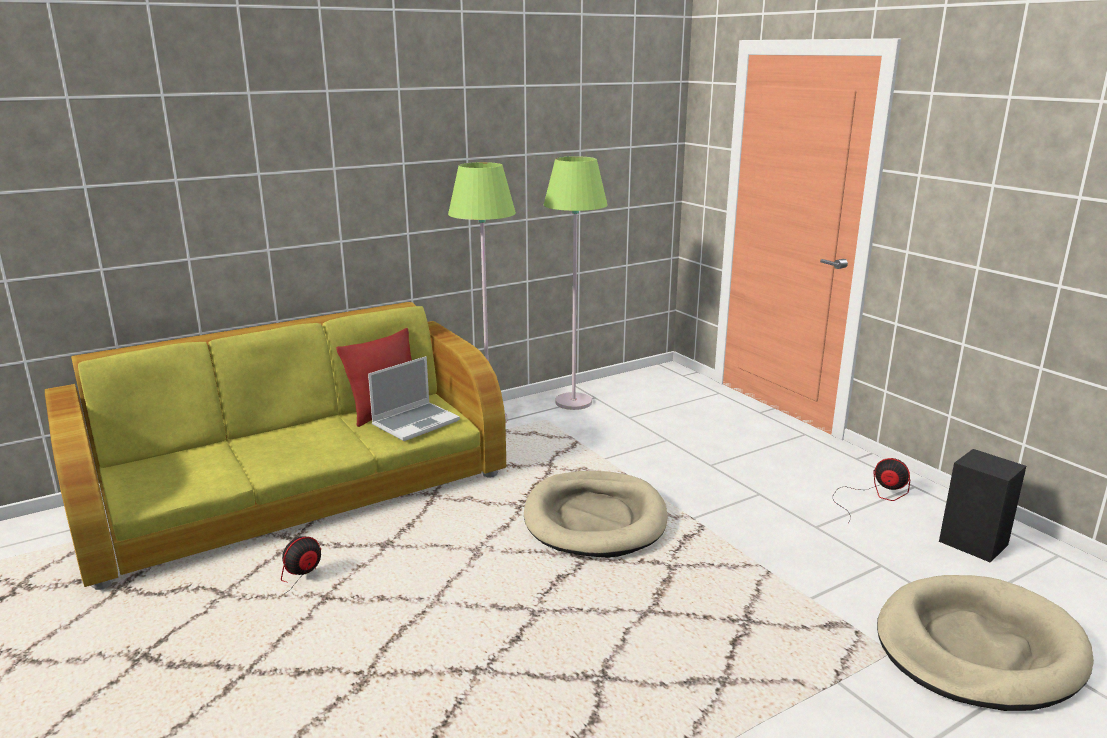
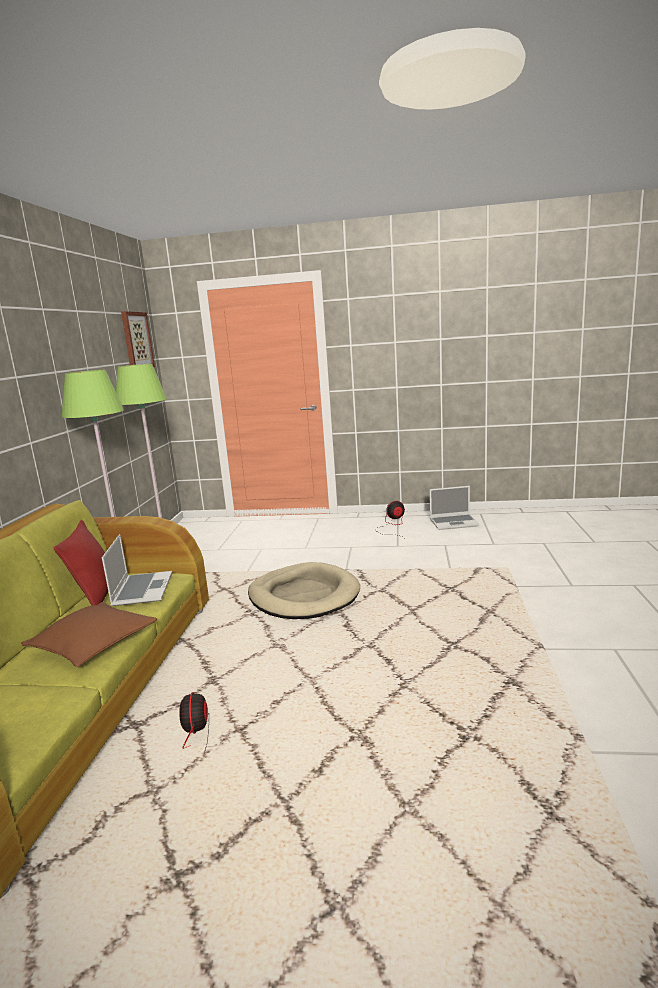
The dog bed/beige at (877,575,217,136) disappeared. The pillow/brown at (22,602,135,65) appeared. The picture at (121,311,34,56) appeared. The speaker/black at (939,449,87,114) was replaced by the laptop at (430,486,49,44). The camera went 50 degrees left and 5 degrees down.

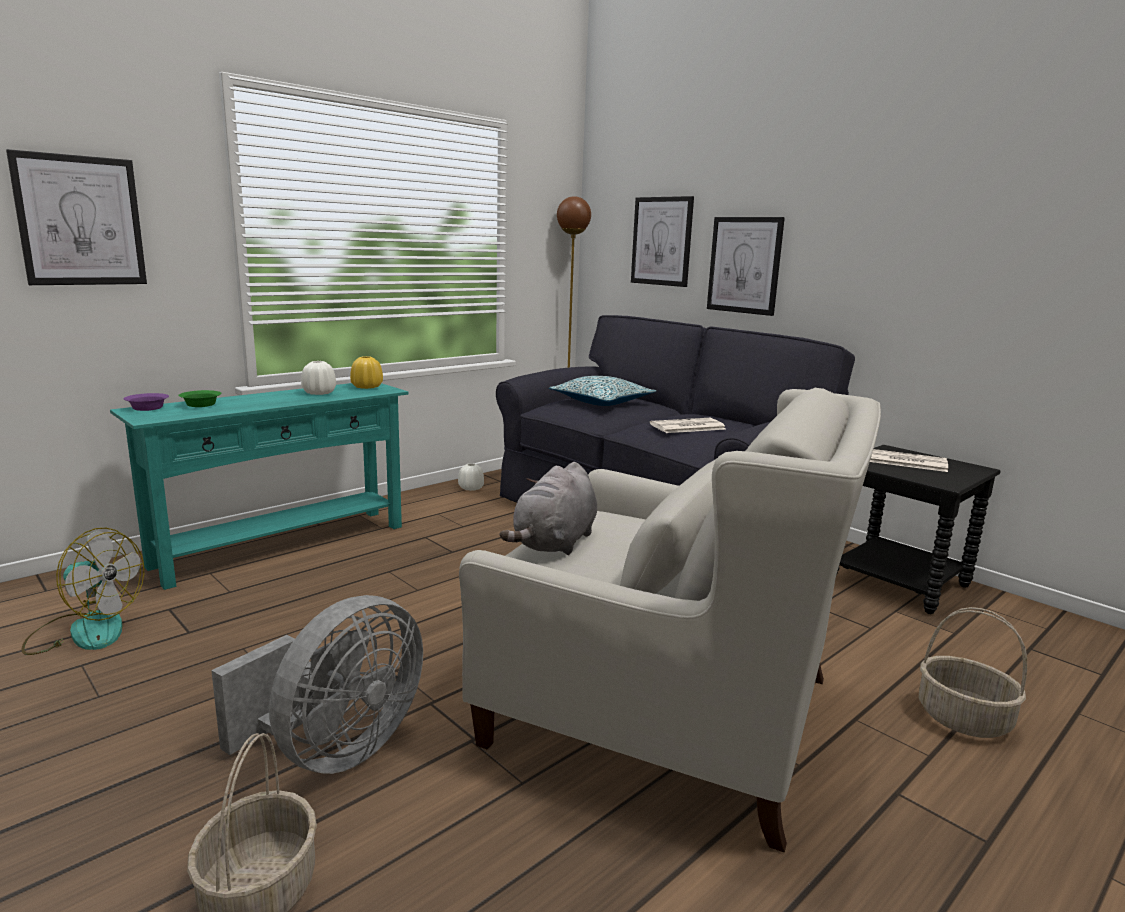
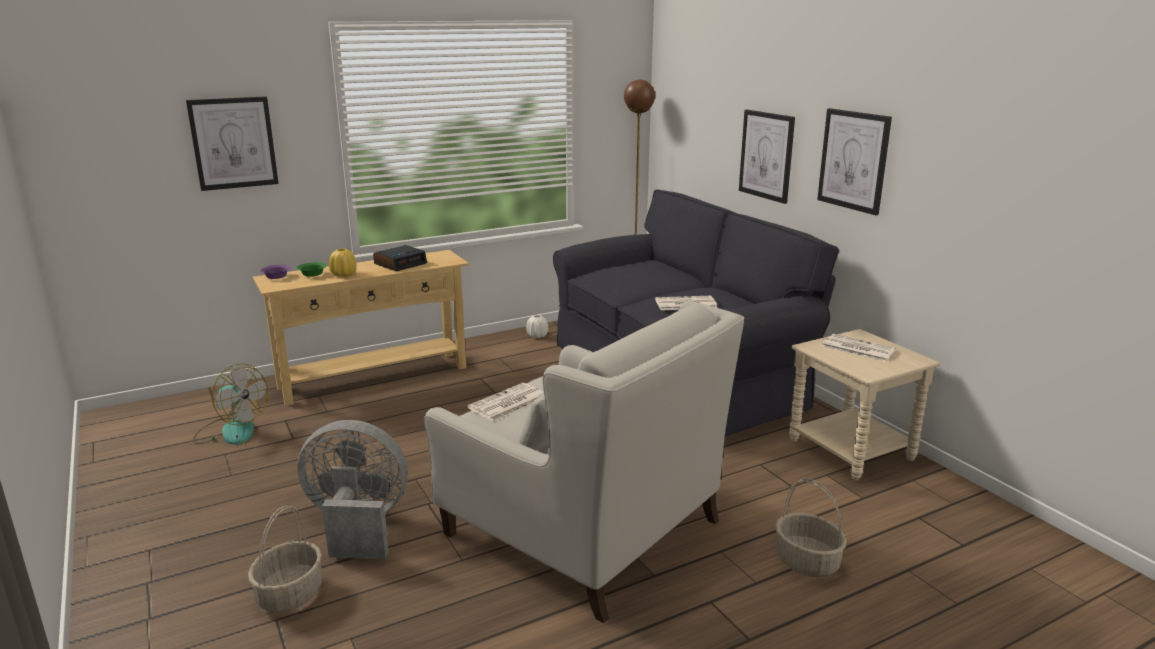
The pillow at (549,376,107,30) disappeared. The vase/yellow moved from (350,356,33,33) to (329,249,28,28). The picture moved from (631,196,63,91) to (817,108,75,107). The vase/white at (301,361,35,34) was replaced by the alarm clock at (373,245,54,26). The plush toy/grey at (500,462,97,93) was replaced by the newspaper at (467,383,77,39). The console table/turquoise at (110,383,299,207) became the console table/beige at (253,250,216,156). The side table/black at (837,445,163,169) became the side table/beige at (789,329,151,152). The fan/grey at (211,595,212,179) turned 135 degrees counterclockwise. The camera went 15 degrees right and 5 degrees up.

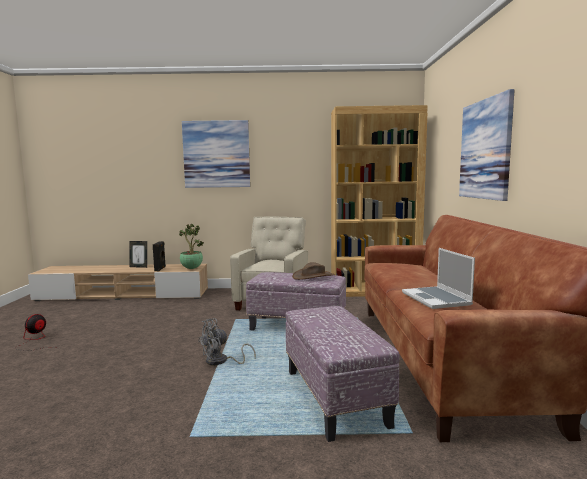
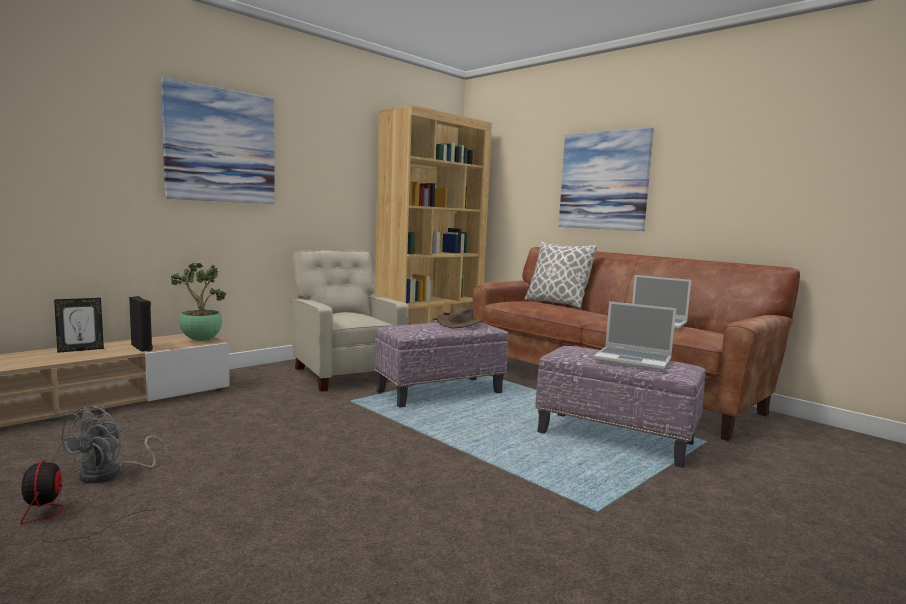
The pillow at (525,241,72,67) appeared. The laptop at (594,301,82,70) appeared. The fan/grey moved from (198,318,58,48) to (56,404,112,79). The camera went 45 degrees left and 0 degrees up.

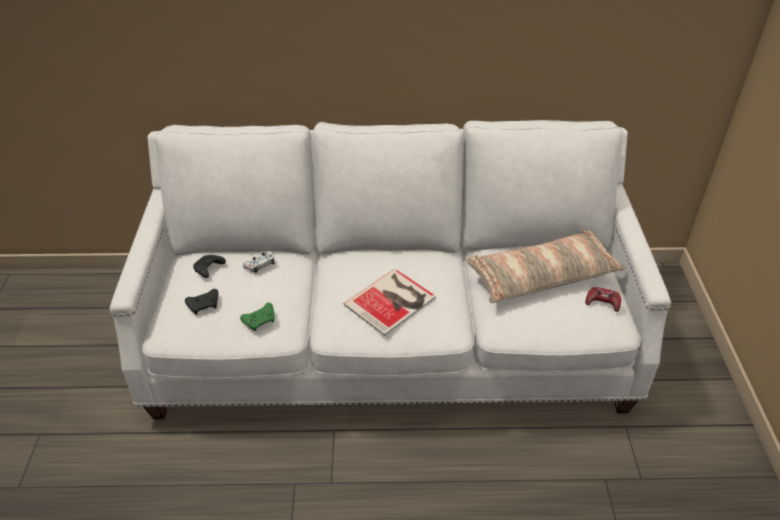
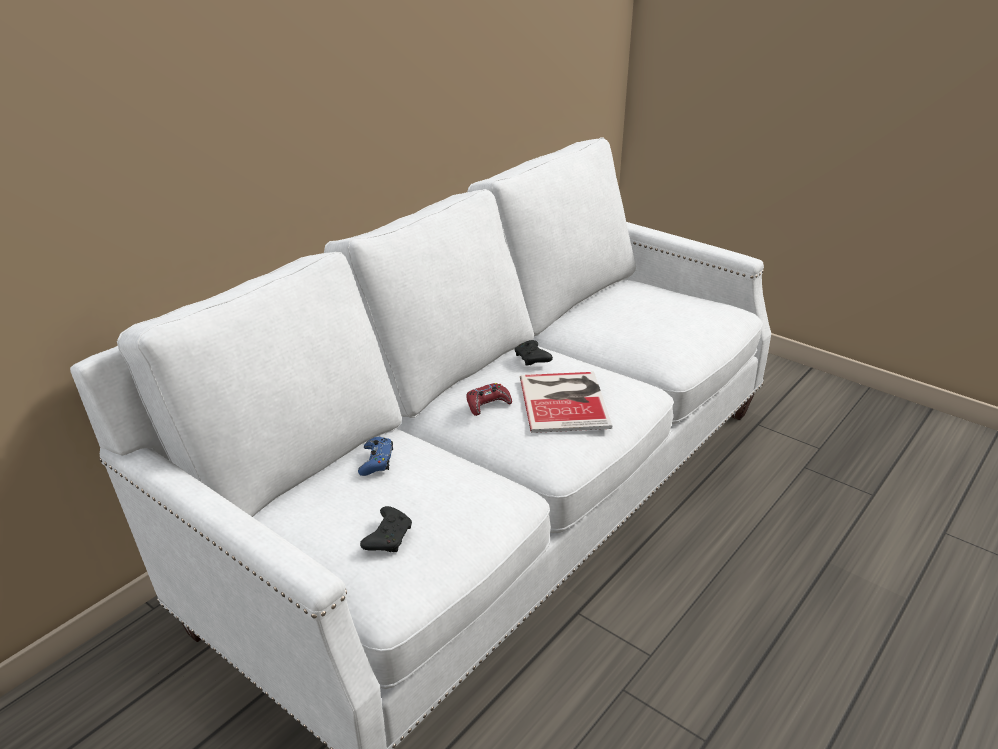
The game controller/green at (240,303,35,28) disappeared. The pillow at (467,230,159,73) disappeared. The game controller/black moved from (193,255,33,23) to (514,340,39,25). The game controller/red moved from (585,287,36,25) to (467,383,45,33). The game controller/white at (243,251,32,22) became the game controller/blue at (358,437,35,39). The camera went 50 degrees left and 10 degrees down.

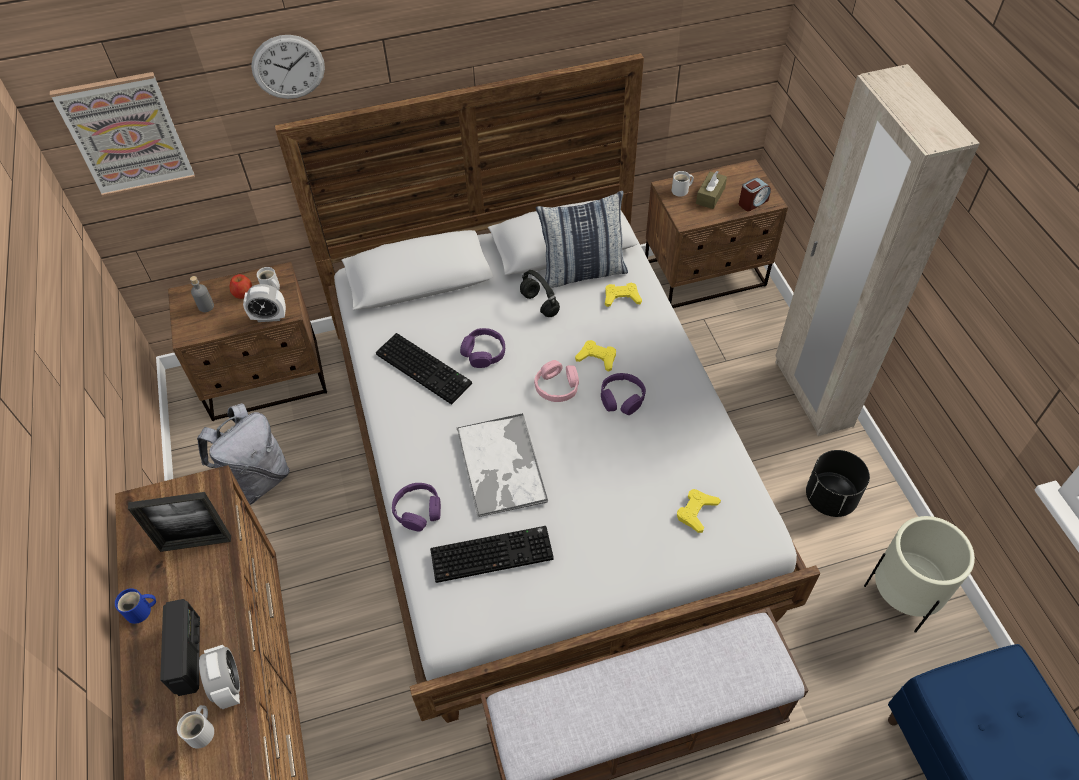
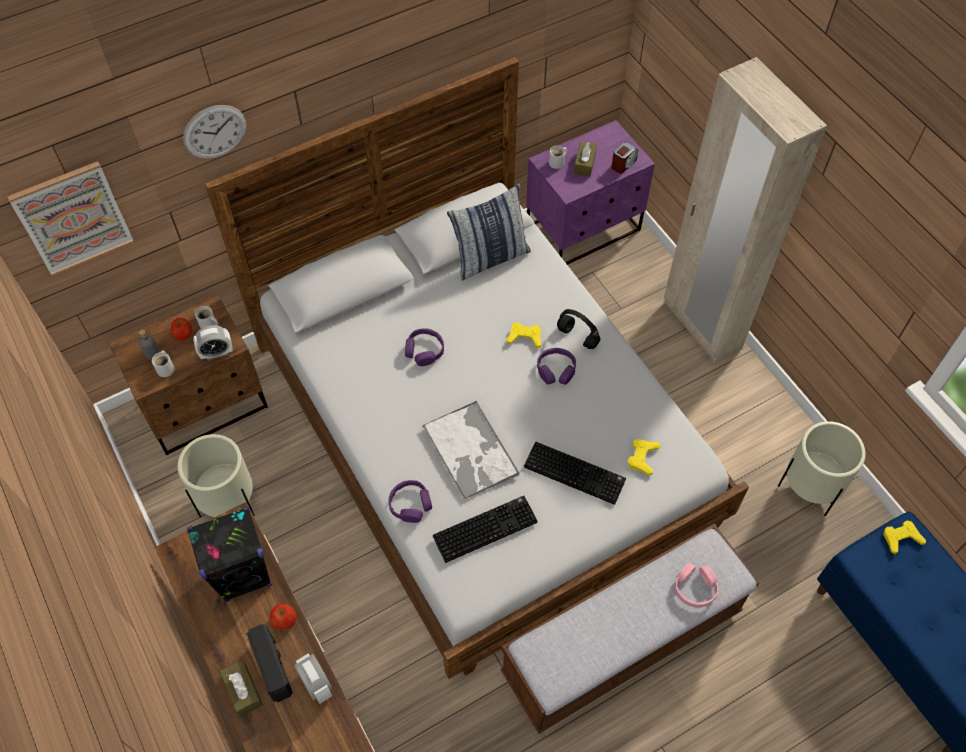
The mug/blue at (115,588,41,36) disappeared. The planter/black at (806,450,64,67) disappeared. The tissue box/brown at (220,660,43,57) appeared. The apple at (270,604,27,26) appeared. The mug/white moved from (177,705,37,44) to (152,350,22,27). The keyboard moved from (376,333,96,71) to (524,442,102,63). The headphones/black moved from (520,270,40,47) to (557,309,43,40). The headphones/pink moved from (534,360,45,42) to (675,563,43,44). The game controller/yellow moved from (605,283,37,24) to (883,521,43,33). The picture frame at (128,492,103,60) was replaced by the speaker/black at (187,507,85,95). The backpack/grey at (197,403,93,102) was replaced by the planter/beige at (177,434,78,83). The nightstand/brown at (645,159,143,149) became the nightstand/purple at (526,120,129,145). The camera went 15 degrees left and 5 degrees up.

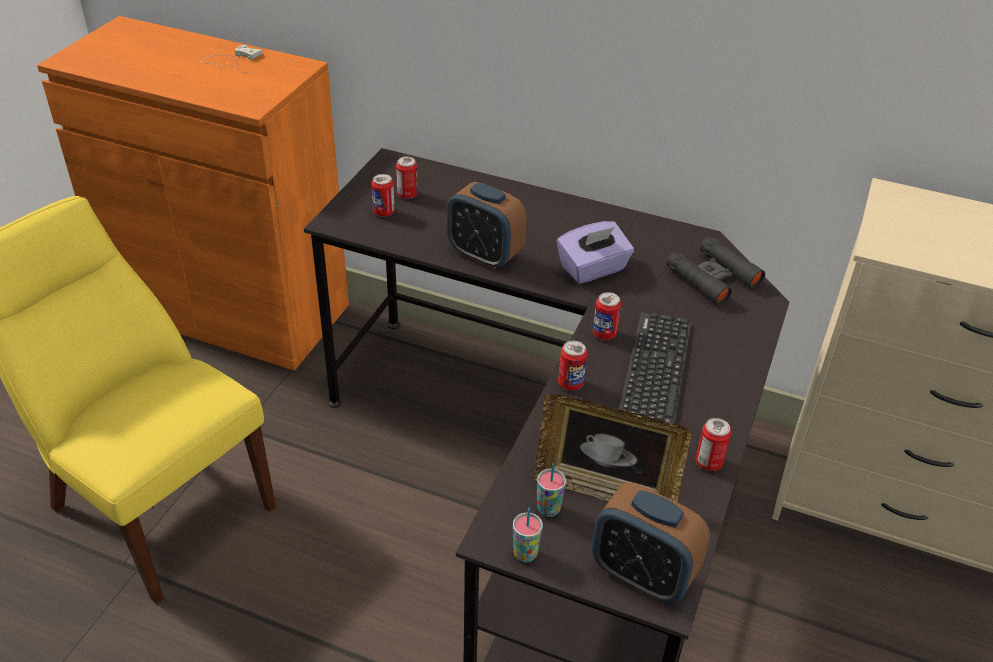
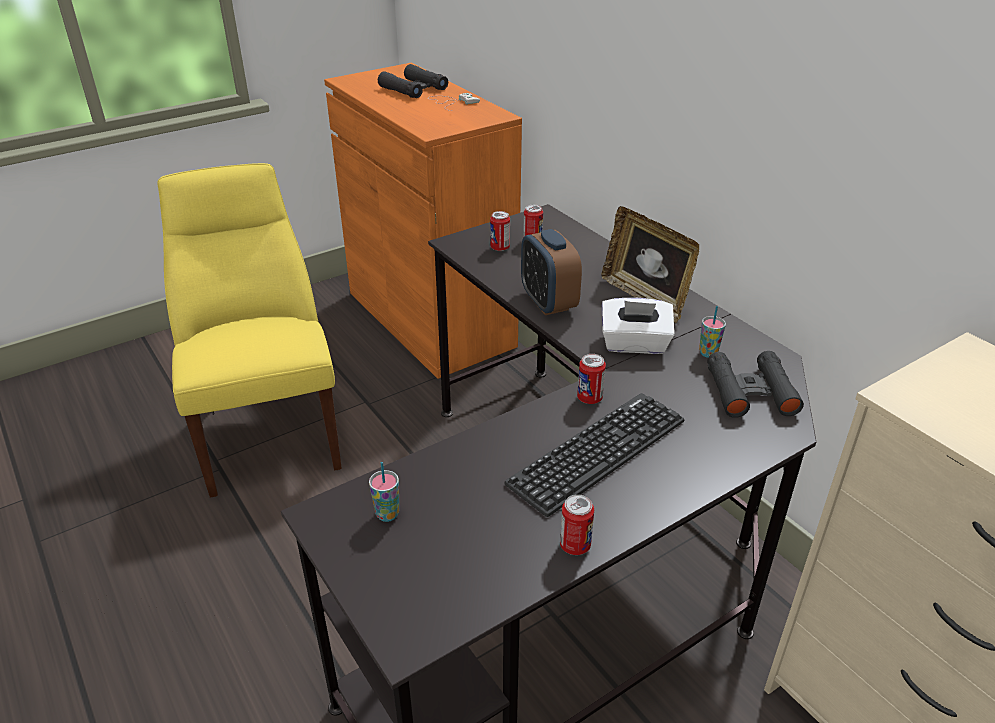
The can at (558,341,29,49) disappeared. The alarm clock at (592,483,118,120) disappeared. The binoculars/black at (378,64,70,34) appeared. The cup moved from (513,508,30,55) to (699,306,27,52). The picture frame moved from (534,394,157,108) to (602,206,97,117). The tissue box/purple at (557,221,77,63) became the tissue box/white at (602,298,73,56). The camera went 35 degrees right and 5 degrees down.

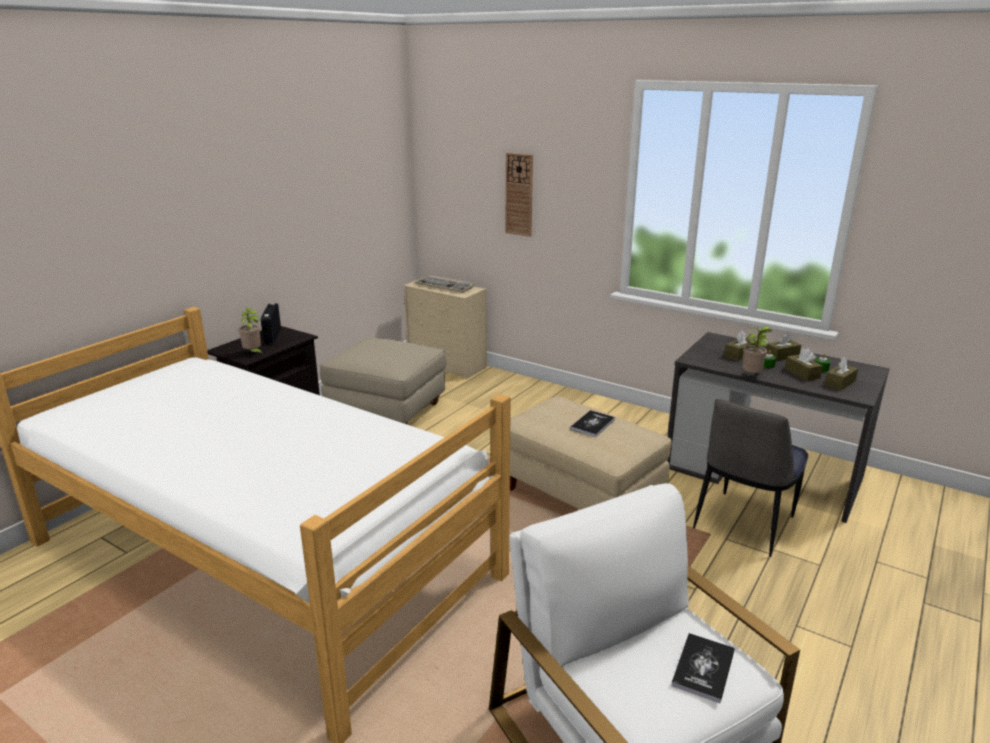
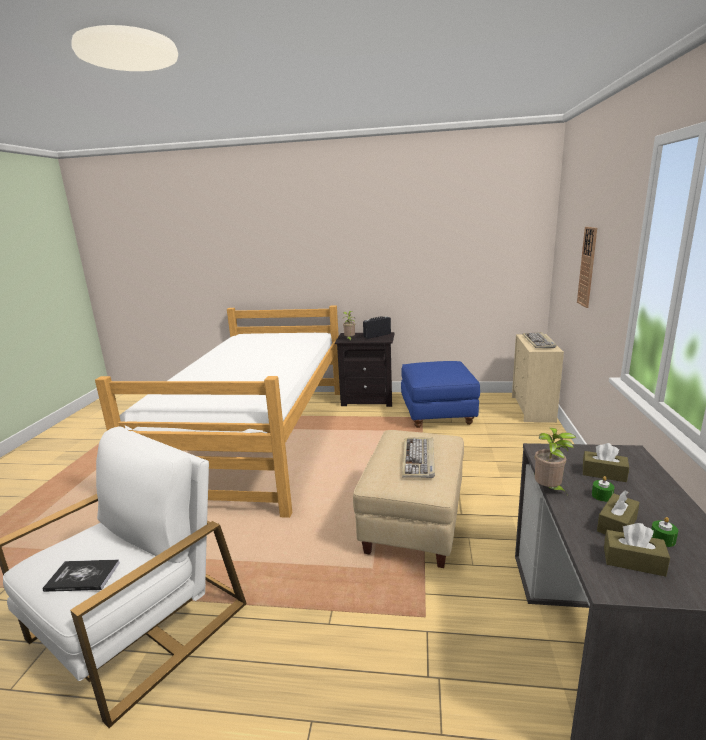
The chair at (693,399,115,158) disappeared. The tissue box/brown at (766,333,35,28) disappeared. The book at (570,410,45,27) was replaced by the keyboard at (402,438,33,40). The ottoman/beige at (320,337,126,87) became the ottoman/blue at (401,361,79,67). The camera went 65 degrees right and 5 degrees down.

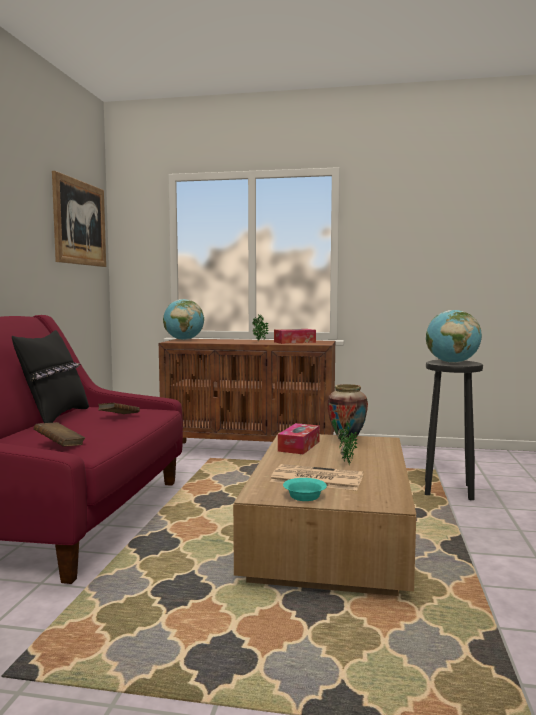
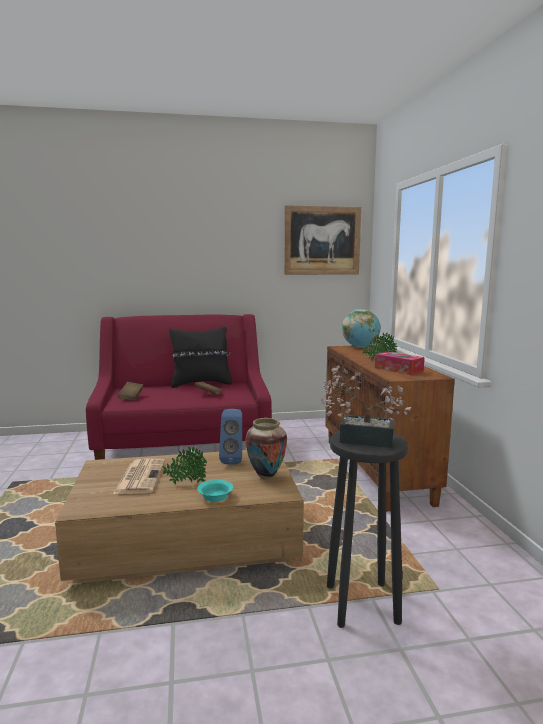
The bowl/turquoise moved from (283,478,44,23) to (197,480,36,22). The tissue box at (278,423,42,31) was replaced by the speaker/blue at (219,409,23,56). The globe at (426,310,56,53) was replaced by the potted plant at (321,365,90,83). The camera went 70 degrees right and 5 degrees up.

